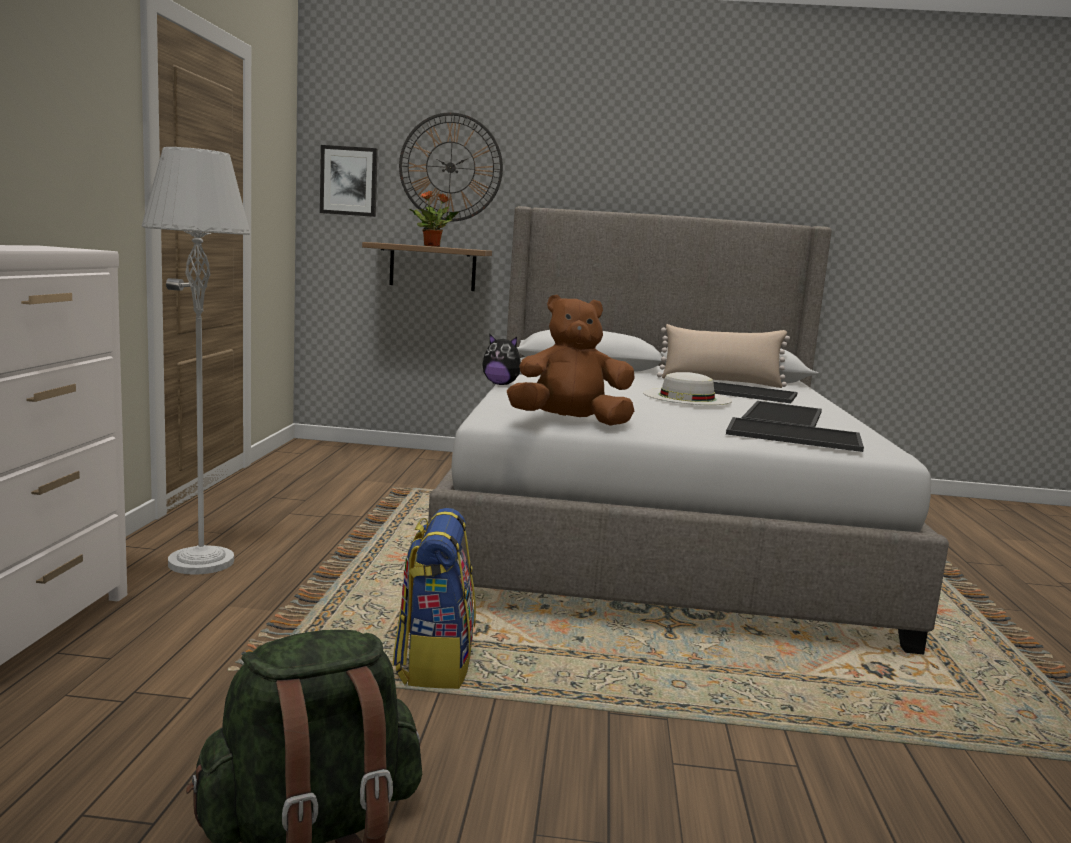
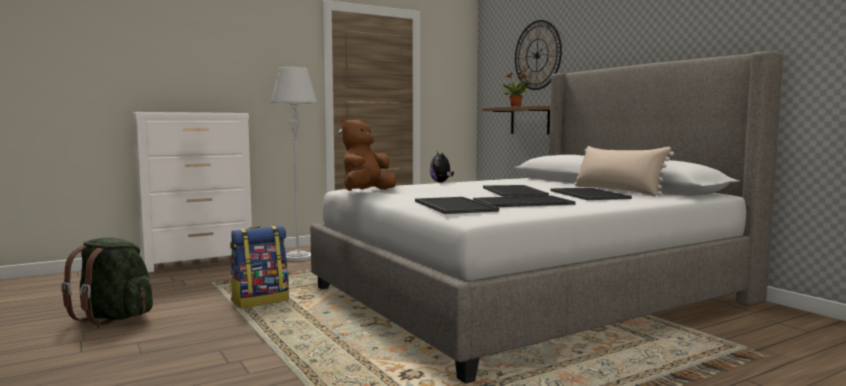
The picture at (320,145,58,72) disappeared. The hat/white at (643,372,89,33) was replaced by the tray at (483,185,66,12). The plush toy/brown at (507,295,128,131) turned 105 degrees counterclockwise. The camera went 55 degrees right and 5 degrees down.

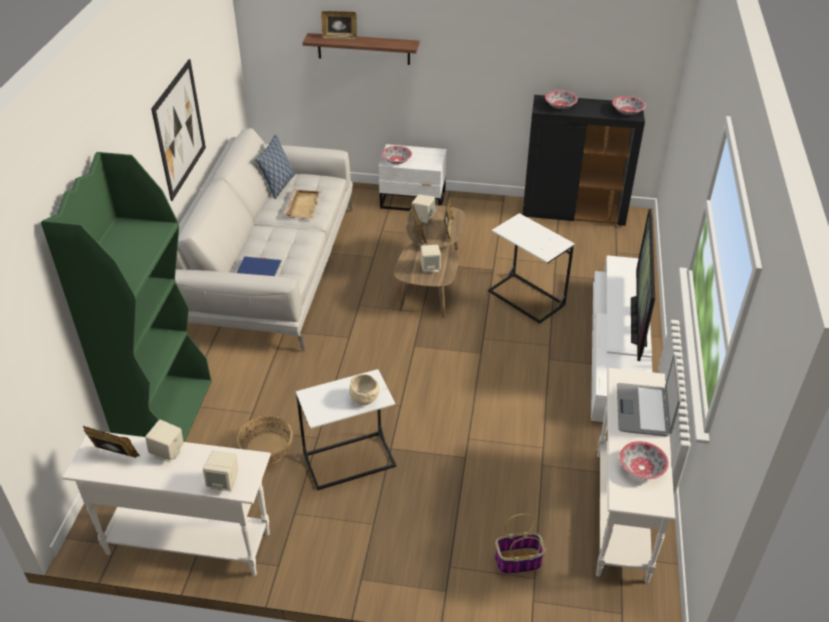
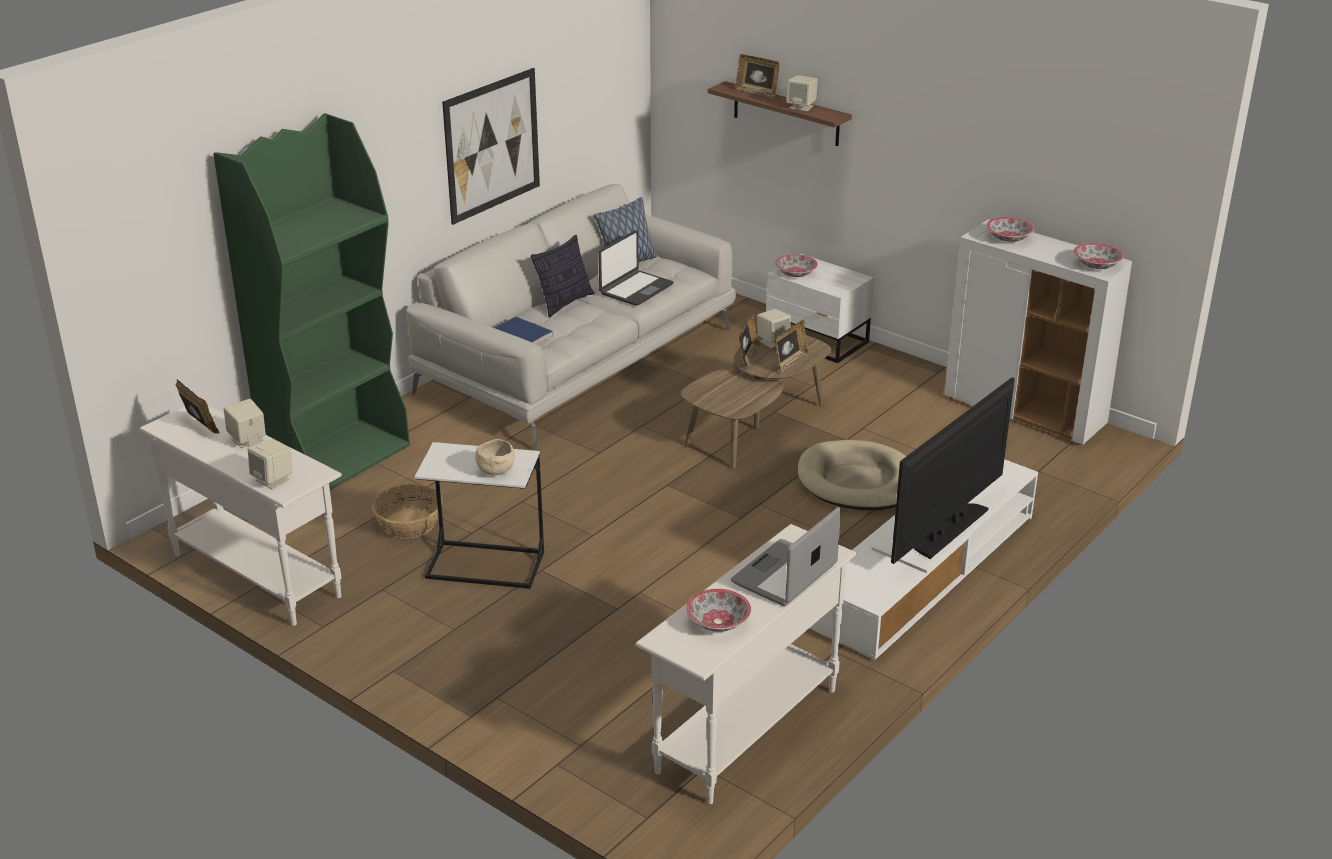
The basket at (495,514,50,60) disappeared. The pillow at (531,235,63,83) appeared. The speaker/beige moved from (421,245,20,28) to (787,75,31,36). The tray/beige at (283,188,39,32) was replaced by the laptop at (598,230,75,76). The side table/white at (488,213,86,111) was replaced by the dog bed/beige at (798,440,108,70). The cabinet/black at (522,95,123,131) became the cabinet/white at (944,219,188,226). The camera went 30 degrees right and 10 degrees down.

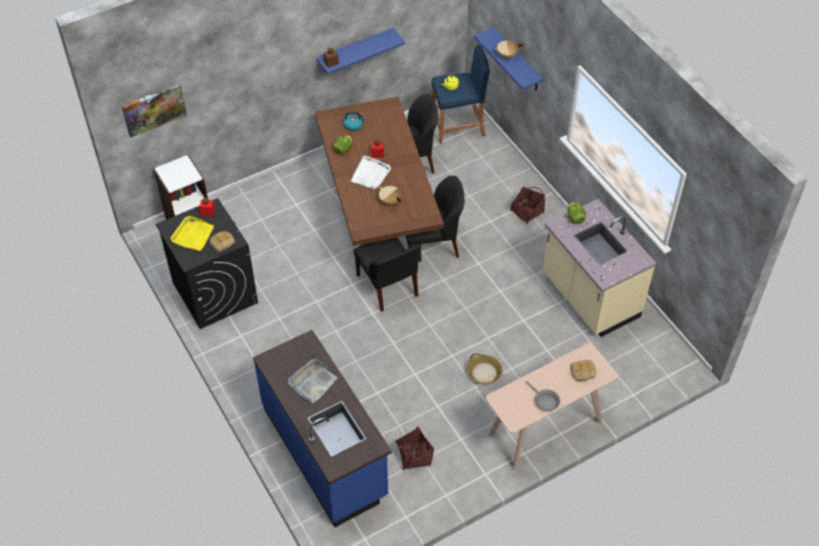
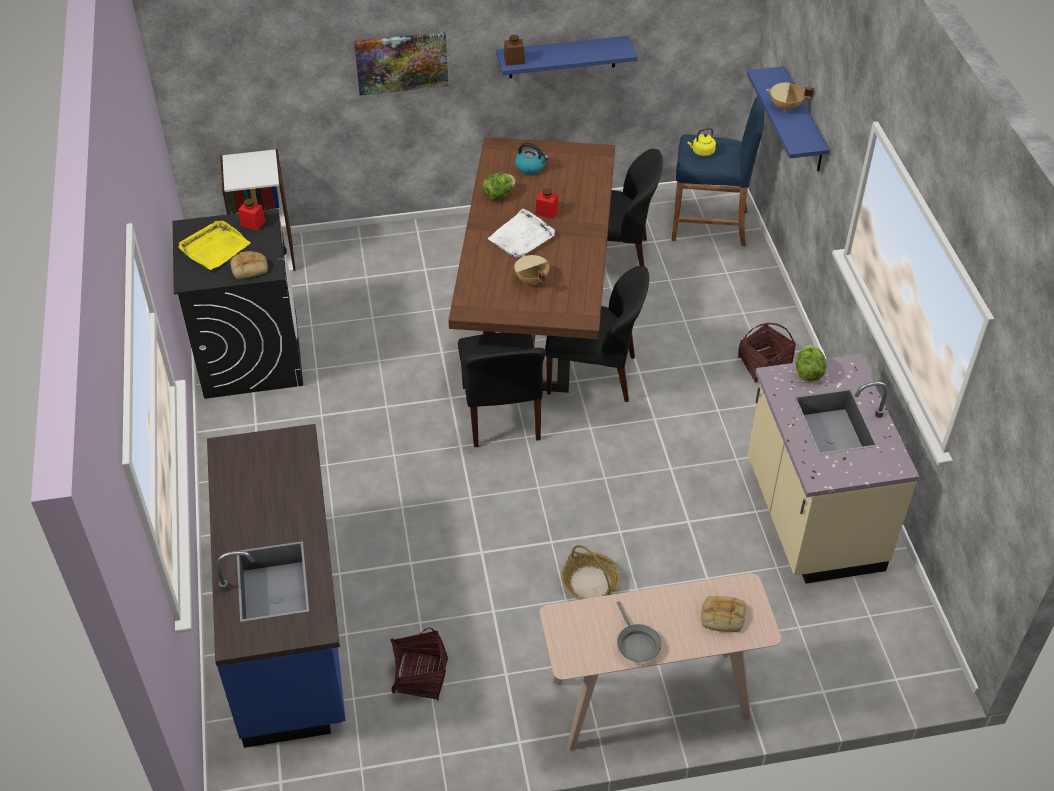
The tray/grey at (288,359,49,45) disappeared. The picture moved from (122,84,65,53) to (354,32,94,64). The camera went 20 degrees right and 5 degrees down.

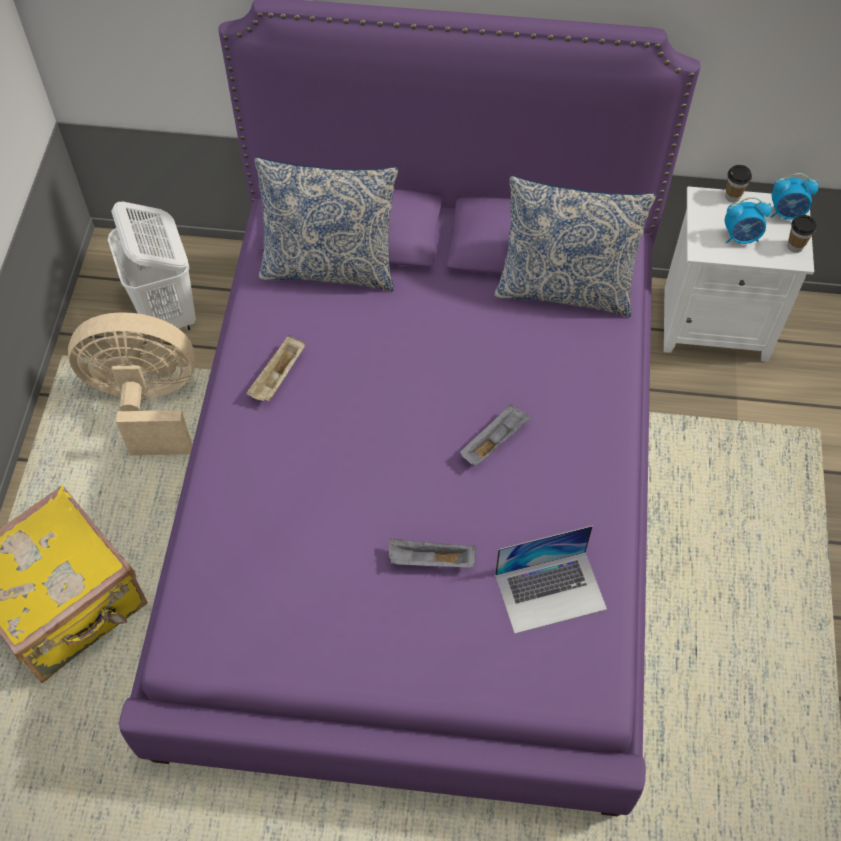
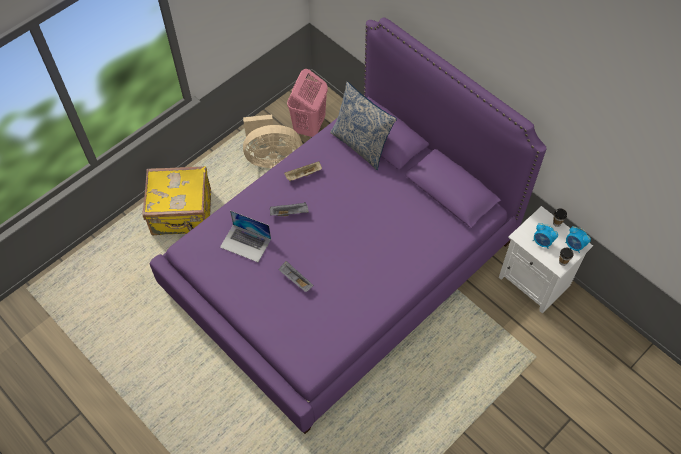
The pillow at (494,176,162,141) disappeared. The tray/grey moved from (460,404,71,63) to (270,202,39,14). The laptop moved from (495,526,112,108) to (220,211,51,51). The laundry basket/white at (108,202,88,137) became the laundry basket/pink at (287,69,41,69). The fan/beige at (68,312,127,143) turned 135 degrees clockwise. The camera went 40 degrees right and 0 degrees up.

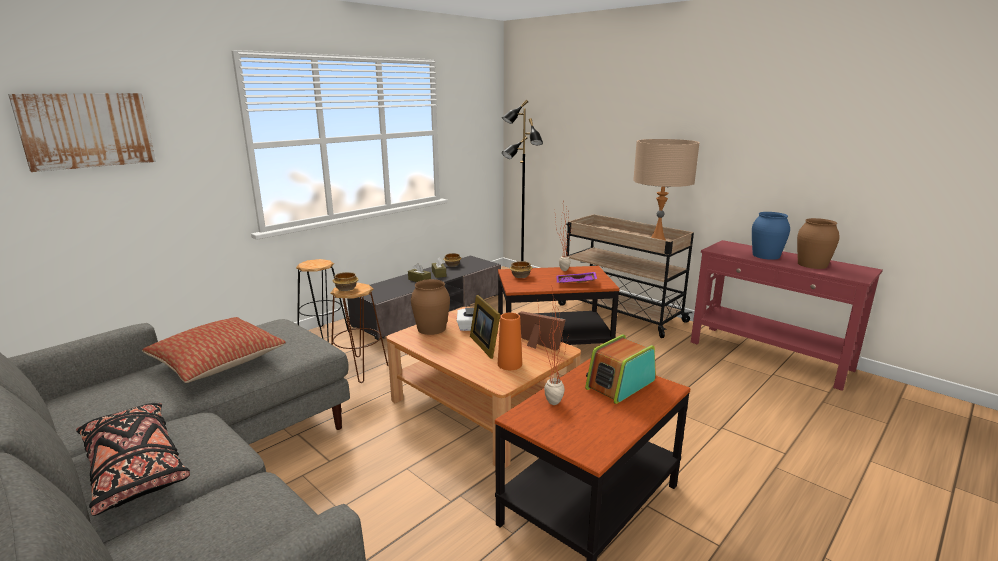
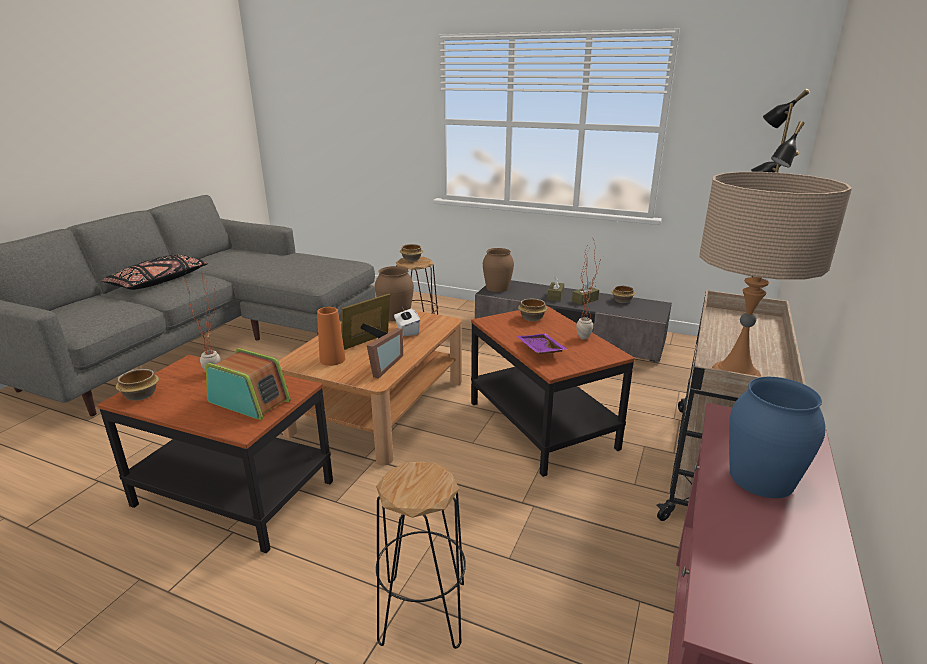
The picture at (8,93,148,79) disappeared. The pillow at (142,317,144,66) disappeared. The bowl at (116,369,43,32) appeared. The stool/black moved from (296,259,53,83) to (376,462,90,187). The vase/brown moved from (797,218,43,51) to (483,248,31,44). The camera went 70 degrees right and 5 degrees up.

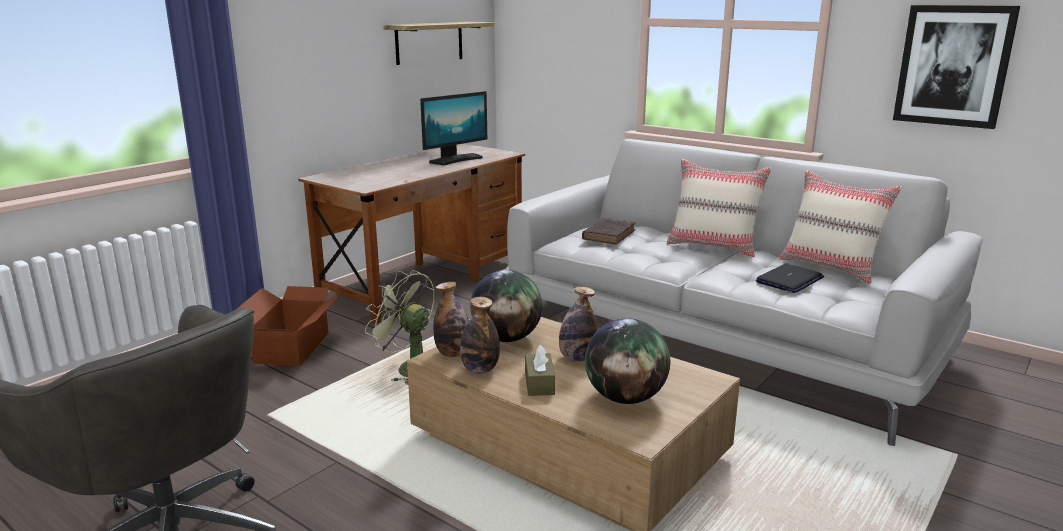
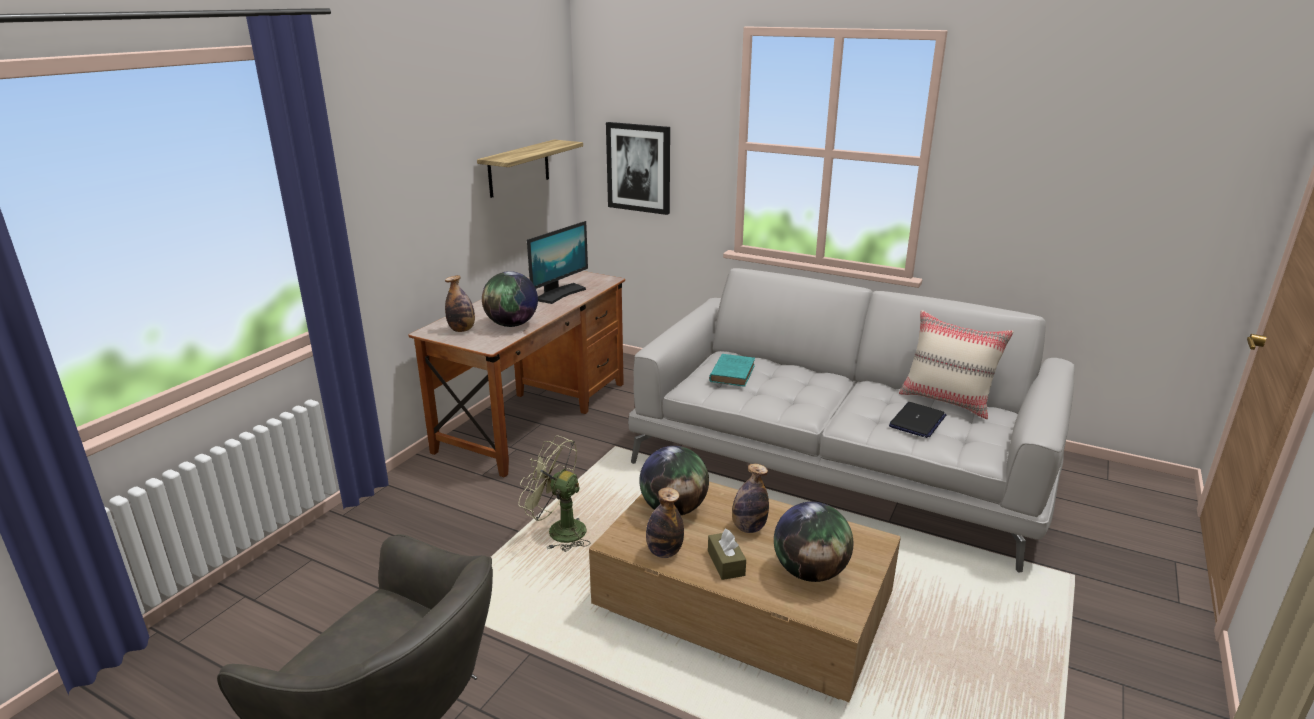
The cardboard box at (236,286,107,80) disappeared. The pillow/beige at (667,159,104,98) disappeared. The globe at (482,271,56,56) appeared. The bottle moved from (433,282,36,75) to (445,275,30,57). The picture moved from (893,5,127,124) to (606,122,64,93). The book/brown at (582,218,53,26) became the book/turquoise at (709,354,46,33). The camera went 10 degrees left and 5 degrees up.

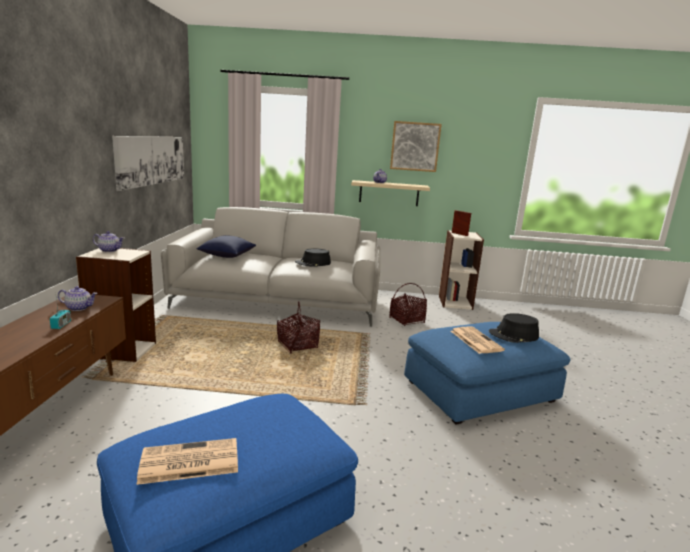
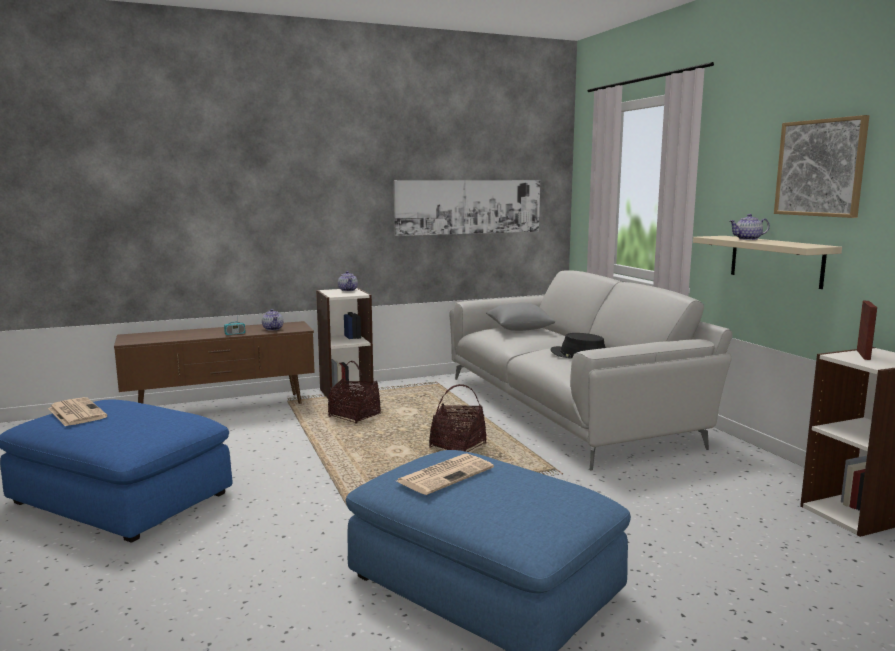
The hat/black at (489,313,50,30) disappeared. The basket moved from (389,283,38,43) to (328,361,53,63). The pillow/blue at (196,235,60,23) became the pillow/grey at (486,303,69,28). The camera went 65 degrees right and 5 degrees down.

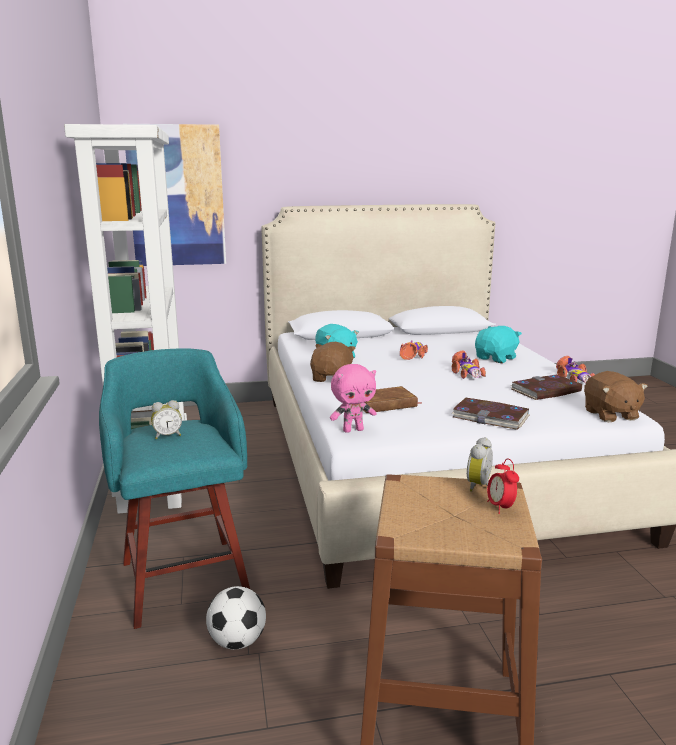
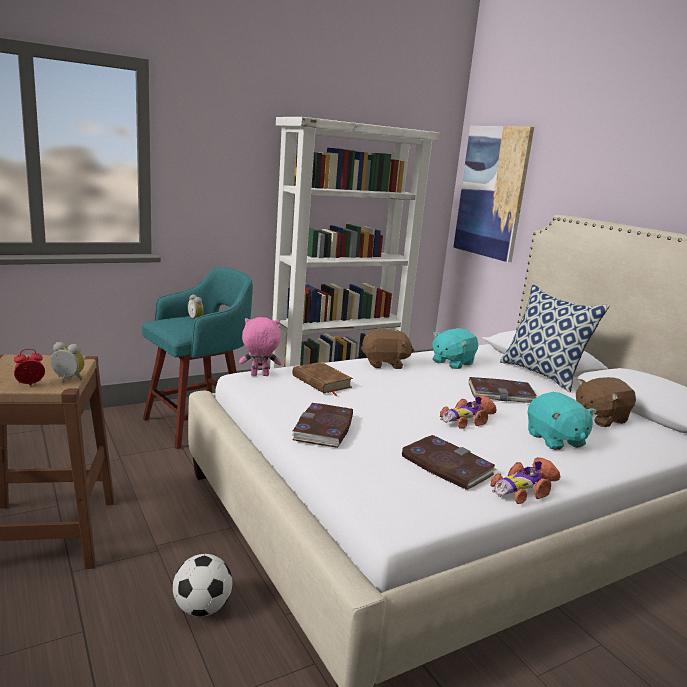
The pillow at (500,284,109,108) appeared. The football moved from (206,586,60,63) to (173,554,59,63). The plush toy/brown moved from (584,371,64,51) to (576,377,60,50). The toy car at (400,341,28,19) was replaced by the book at (468,377,69,26). The plush toy/pink at (330,364,46,69) turned 120 degrees clockwise. The plush toy/turquoise at (475,326,47,37) turned 45 degrees clockwise. The camera went 70 degrees right and 0 degrees up.

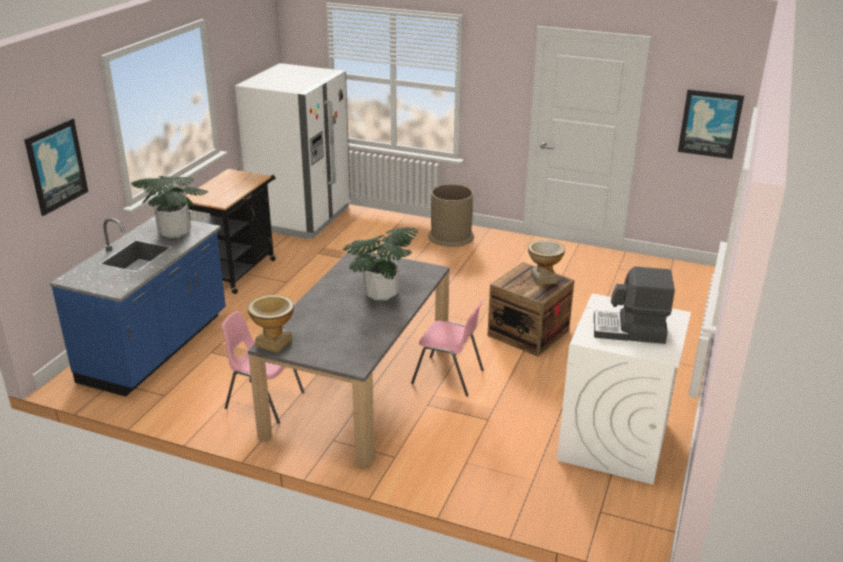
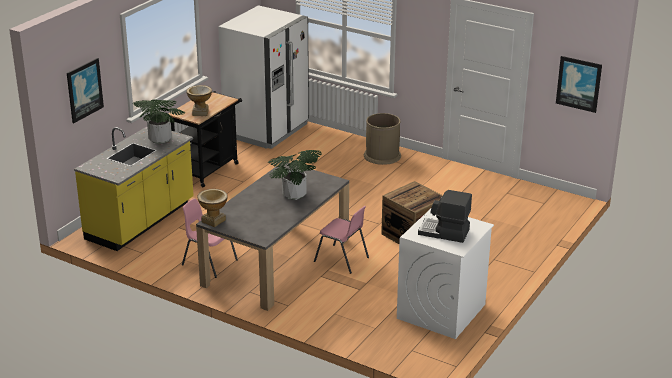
The vase moved from (528,240,37,46) to (186,85,26,31). The counter/blue at (50,216,176,181) became the counter/yellow at (74,127,120,124). The camera went 10 degrees right and 0 degrees up.

